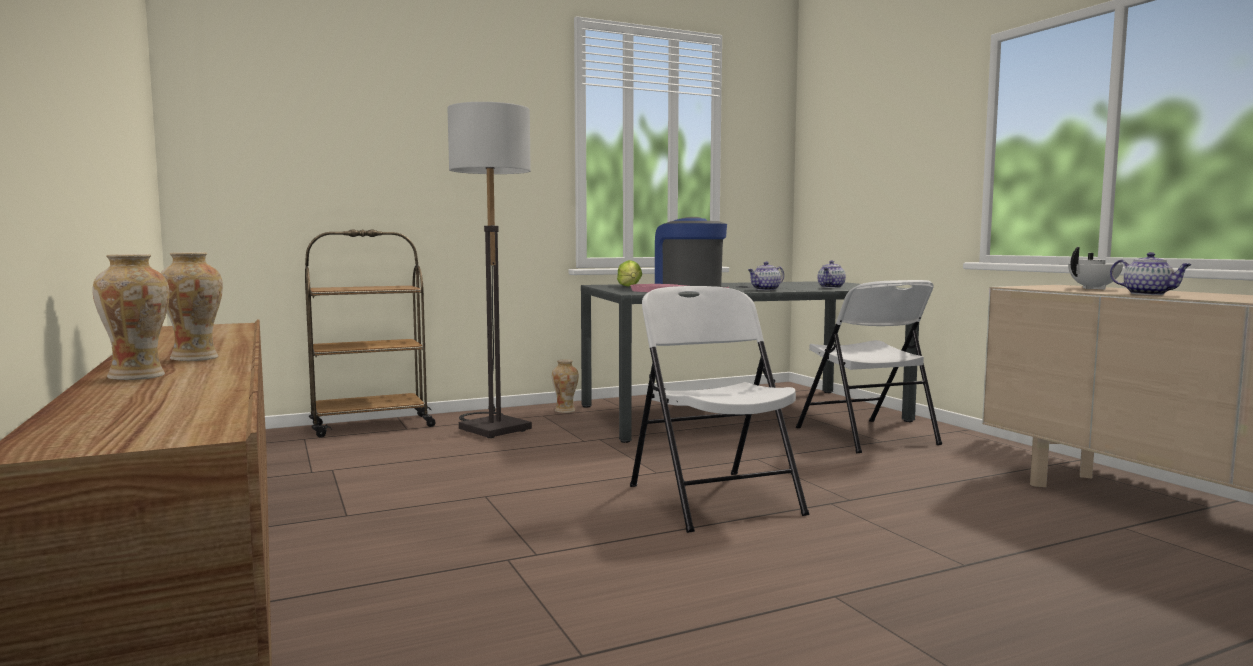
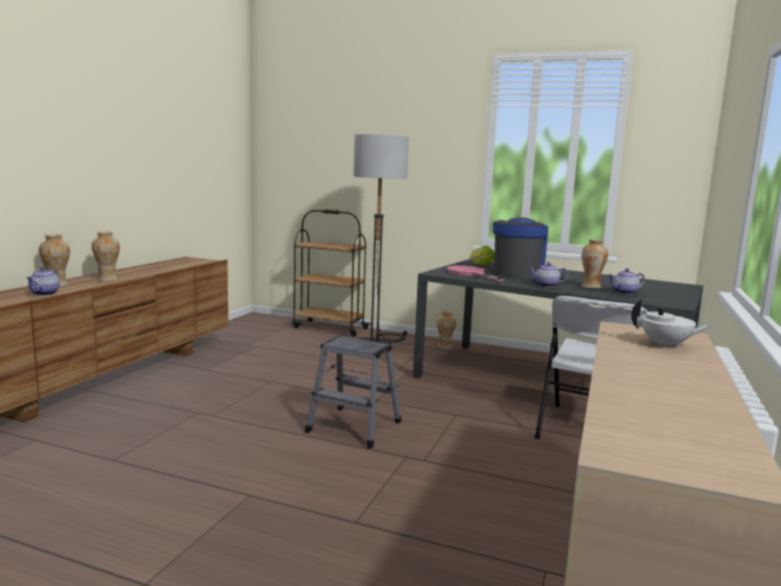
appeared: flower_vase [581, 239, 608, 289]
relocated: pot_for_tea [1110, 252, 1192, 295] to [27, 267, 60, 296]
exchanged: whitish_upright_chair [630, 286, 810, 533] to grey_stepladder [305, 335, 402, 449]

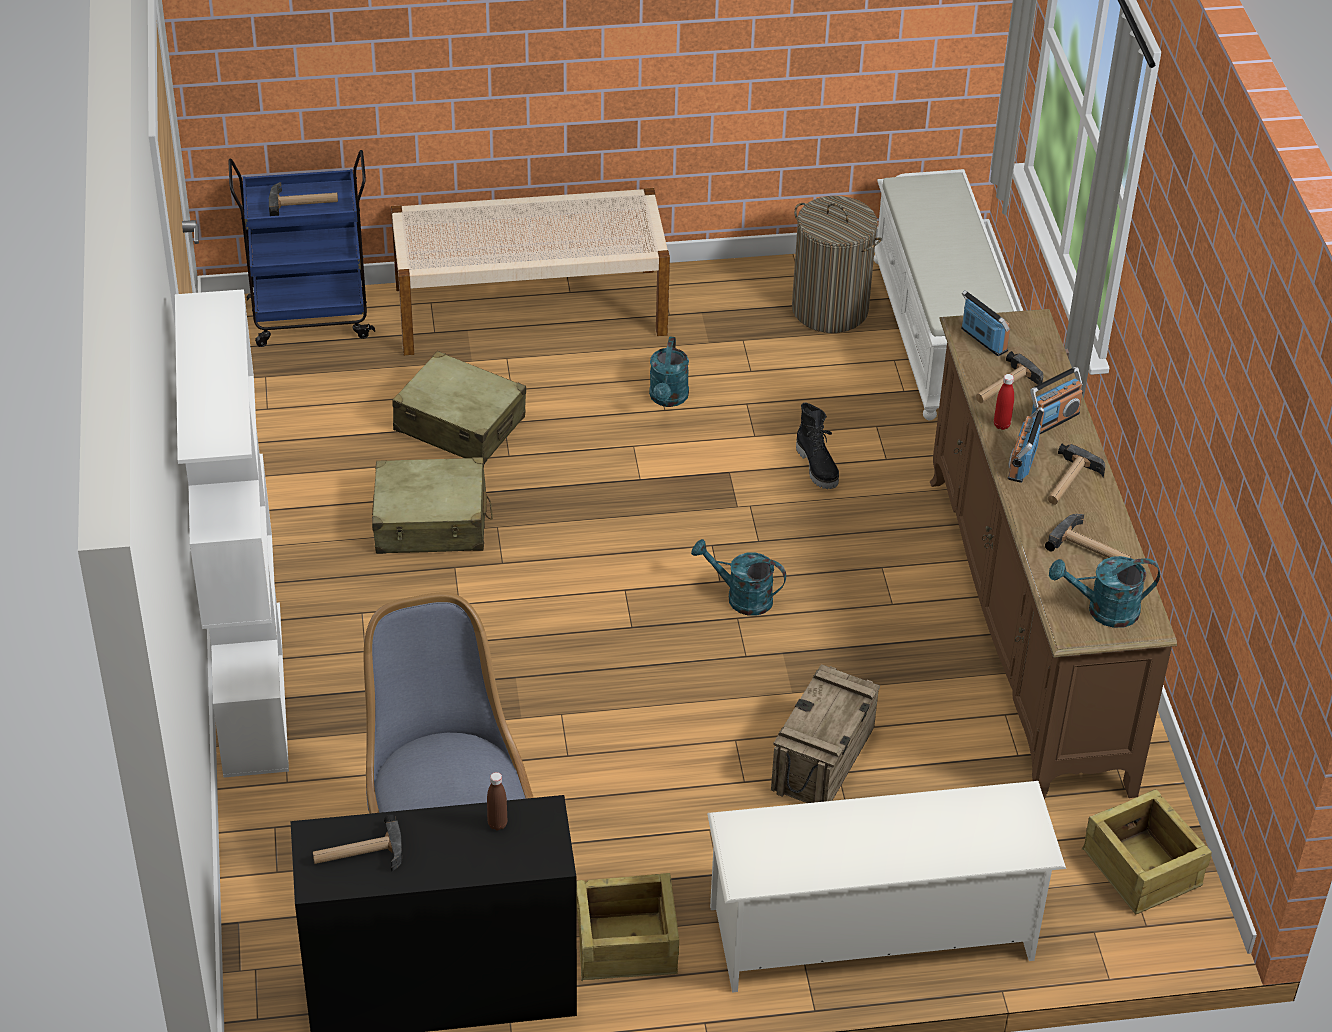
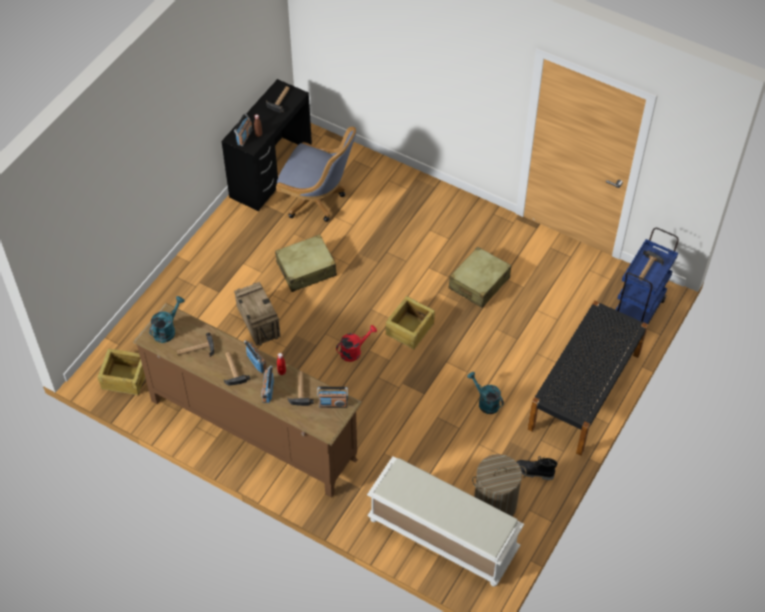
missing: whitish_bookshelf [175, 289, 289, 778]; whitish_shoe_stand [707, 781, 1066, 993]
appeared: radio [234, 113, 253, 146]
relocated: beige_piece_of_luggage [392, 351, 526, 464] to [275, 234, 337, 292]; black_tall_boot [796, 403, 839, 489] to [517, 456, 558, 480]; crate [576, 873, 679, 981] to [386, 296, 435, 349]
colour: beige_bench [391, 188, 670, 356] to black_bench [527, 300, 648, 456]; turquoise_watering_pot [691, 539, 786, 616] to red-coloured_watering_pot [336, 325, 377, 362]

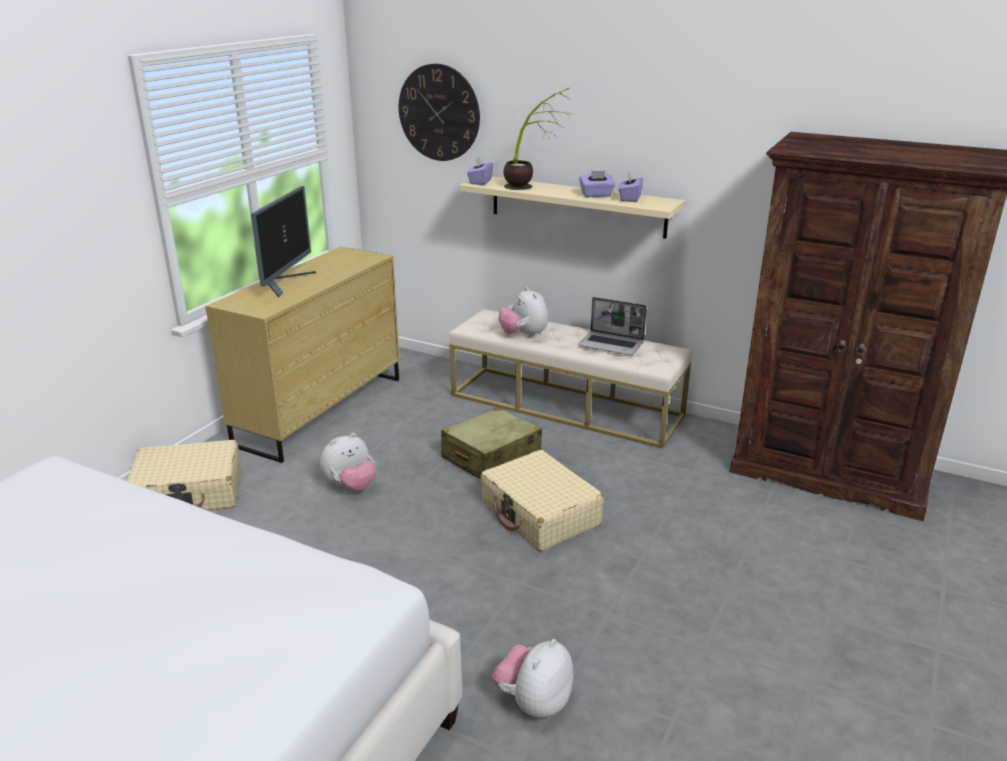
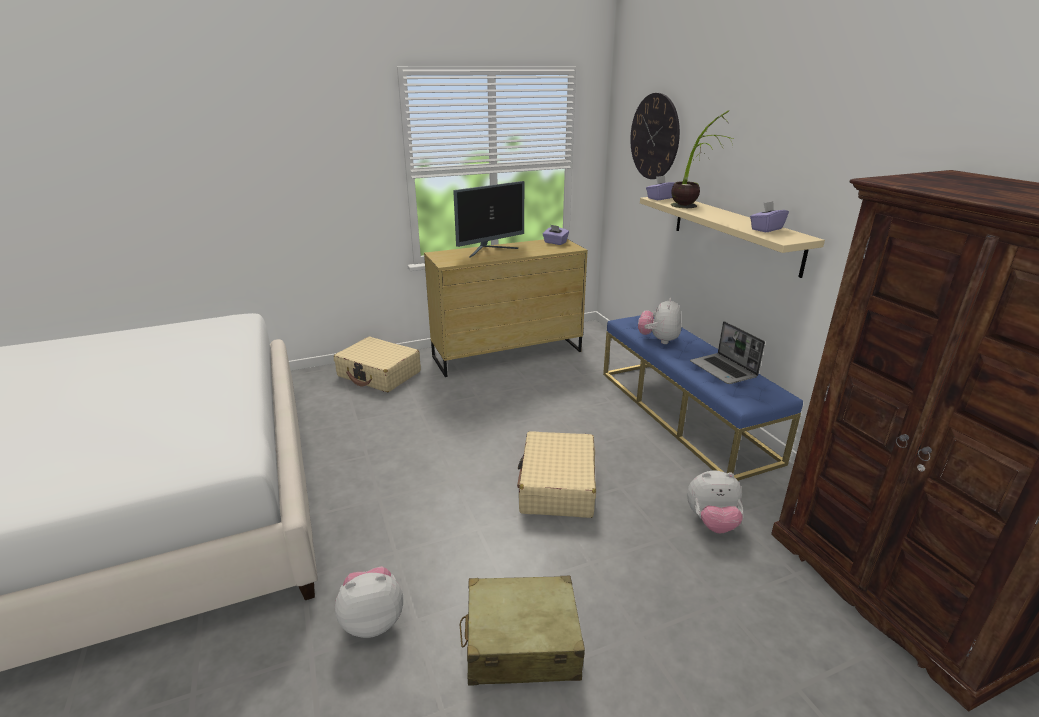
relocated: purple-coloured_box_of_tissues [579, 171, 615, 197] to [542, 224, 569, 245]; beige_piece_of_luggage [441, 407, 542, 479] to [460, 576, 585, 686]; cuddly_toy [320, 433, 376, 491] to [687, 470, 744, 533]
colour: beige_bench [449, 309, 692, 449] to blue_bench [603, 315, 803, 481]

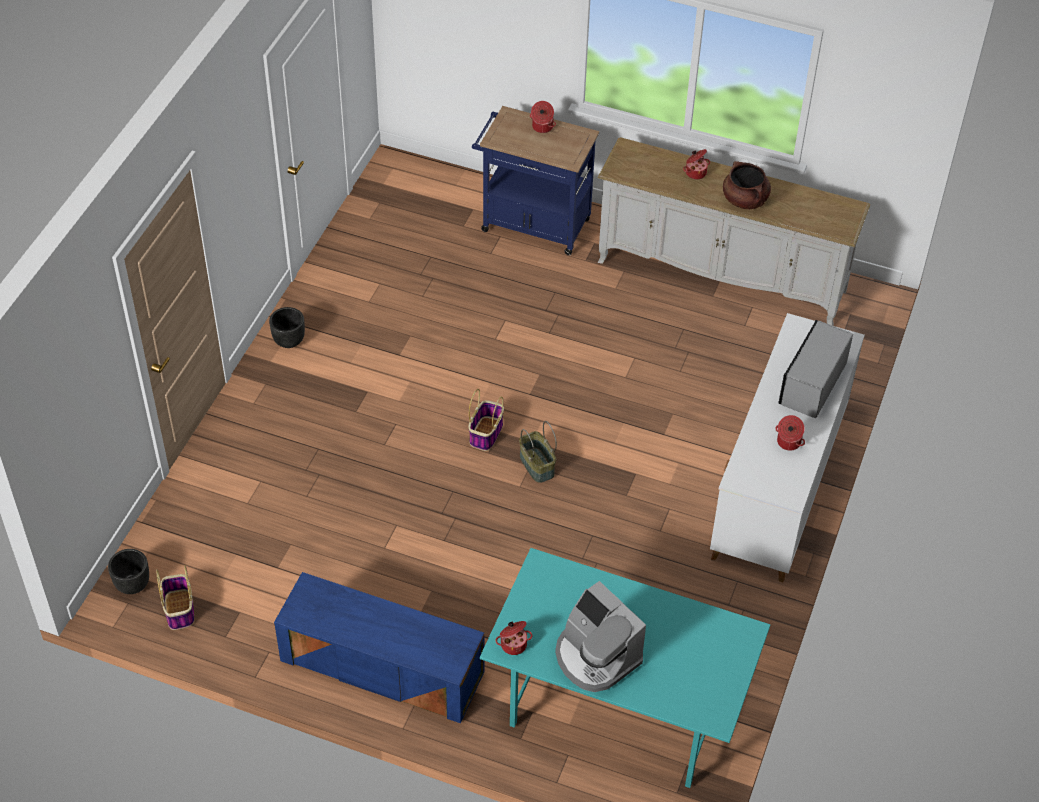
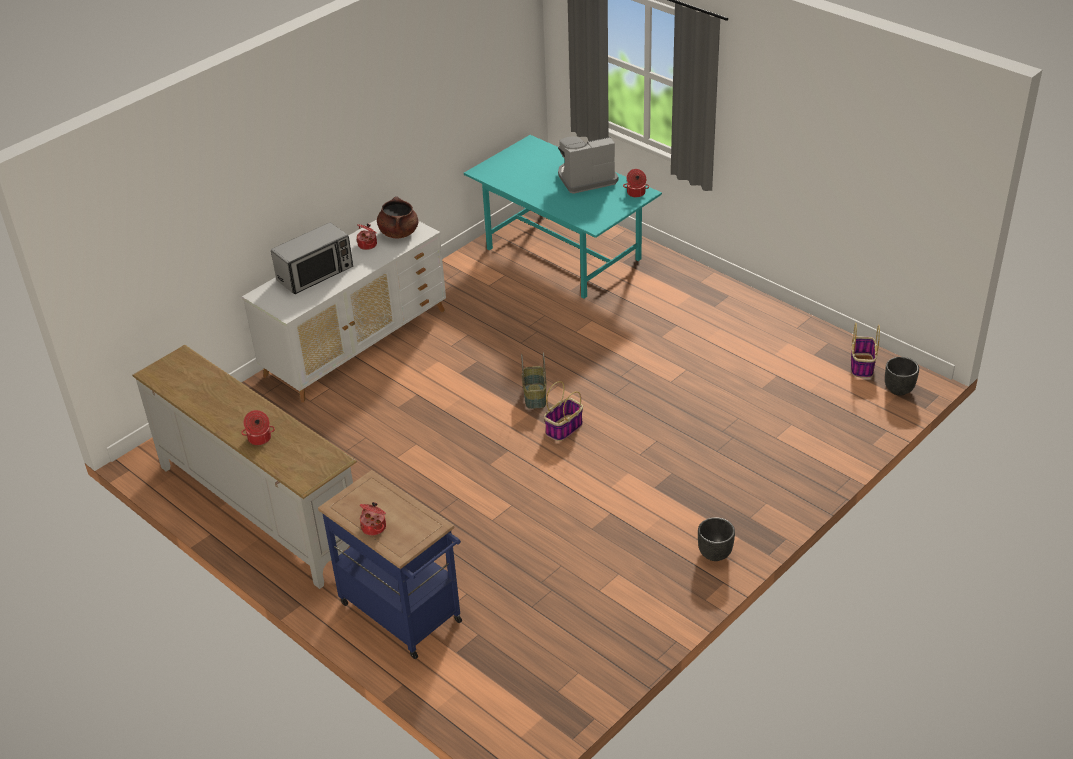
missing: blue_bench [274, 572, 485, 723]
relocated: brown_stockpot [723, 161, 771, 209] to [377, 196, 418, 238]
spun: coffee_maker [555, 581, 646, 692] = [558, 136, 619, 194] 90 degrees counterclockwise

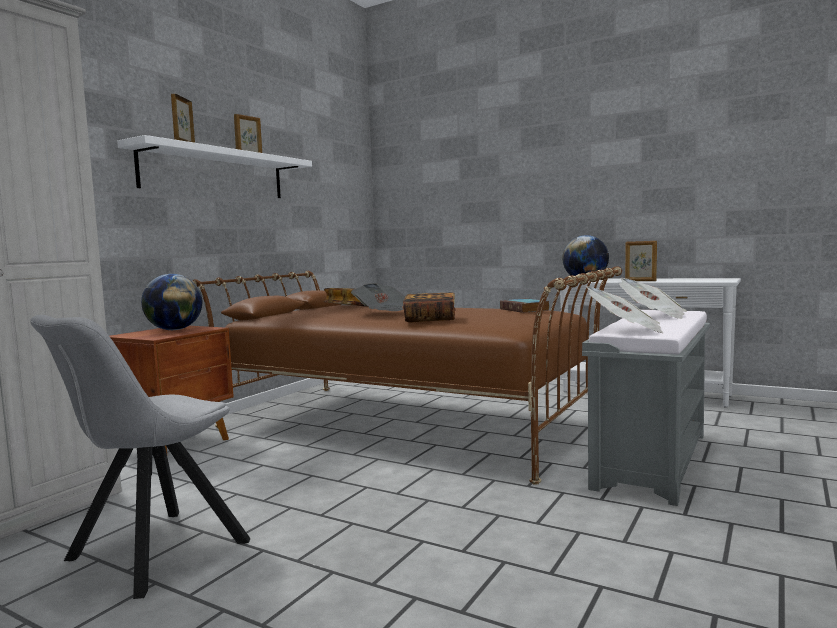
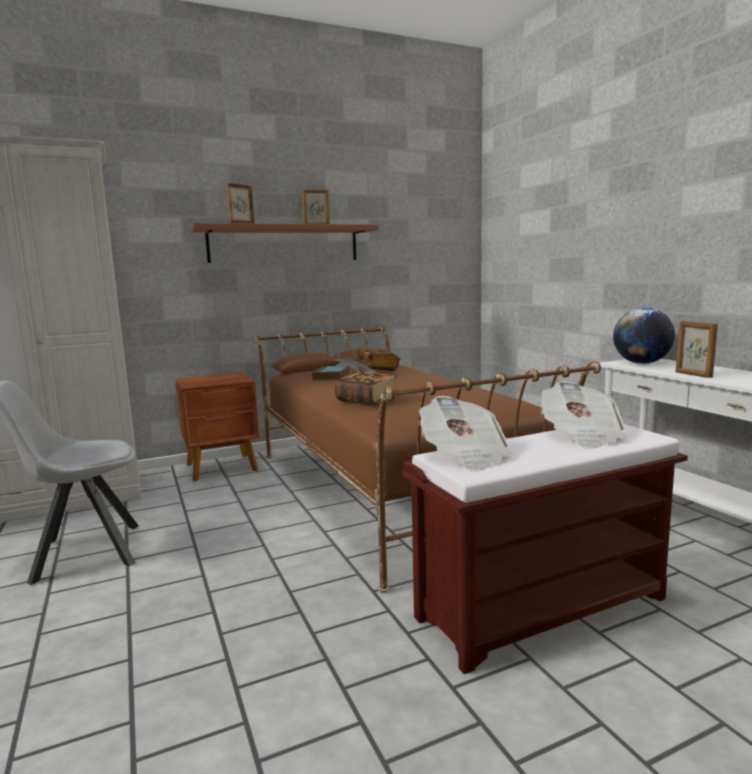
missing: world_globe [141, 274, 202, 330]
relocated: book [500, 299, 549, 313] to [312, 366, 349, 380]
colour: whitish_wall_shelf [117, 135, 312, 198] to brown_wall_shelf [191, 223, 378, 263]; grey_bench [582, 310, 710, 506] to brown_bench [402, 424, 688, 674]

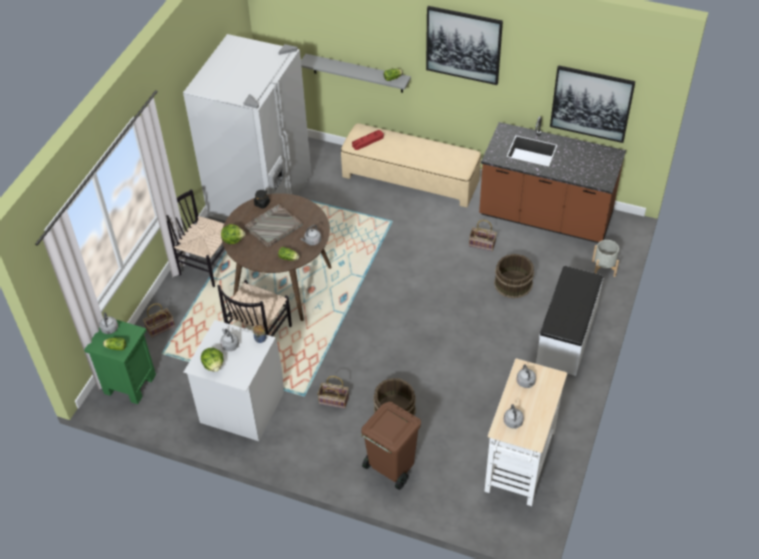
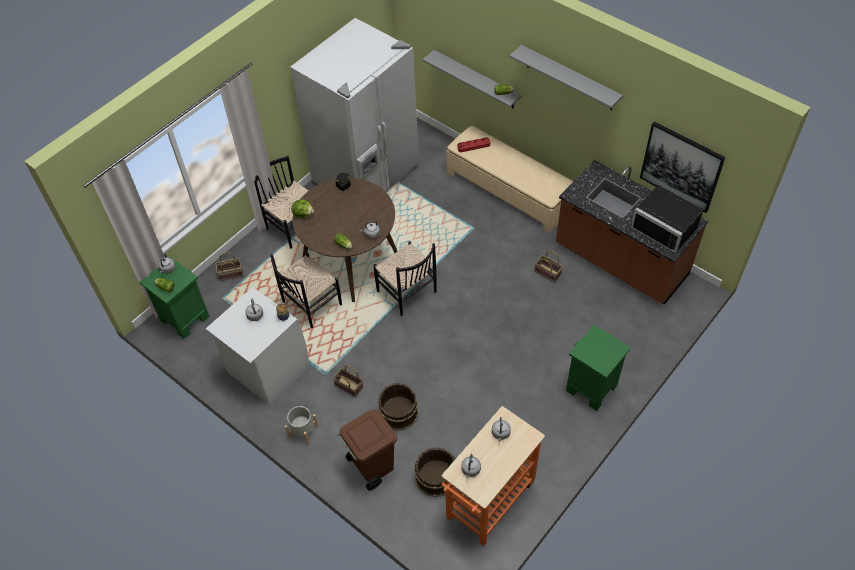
missing: grey_serving_tray [244, 204, 303, 248]; lettuce [201, 348, 224, 372]
appeared: black_microwave_oven [631, 185, 703, 253]; black_upright_chair [374, 241, 437, 316]
relocated: grey_flower_pot [592, 240, 619, 277] to [285, 406, 319, 445]; brown_pail [494, 254, 534, 298] to [414, 447, 456, 497]
exchanged: wall_picture [426, 6, 503, 85] to grey_wall_shelf [510, 45, 623, 110]; whitish_bench [536, 266, 603, 376] to greenish_nightstand [566, 325, 631, 411]
colour: whitish_trolley [484, 359, 567, 506] to orange_trolley [442, 406, 545, 546]

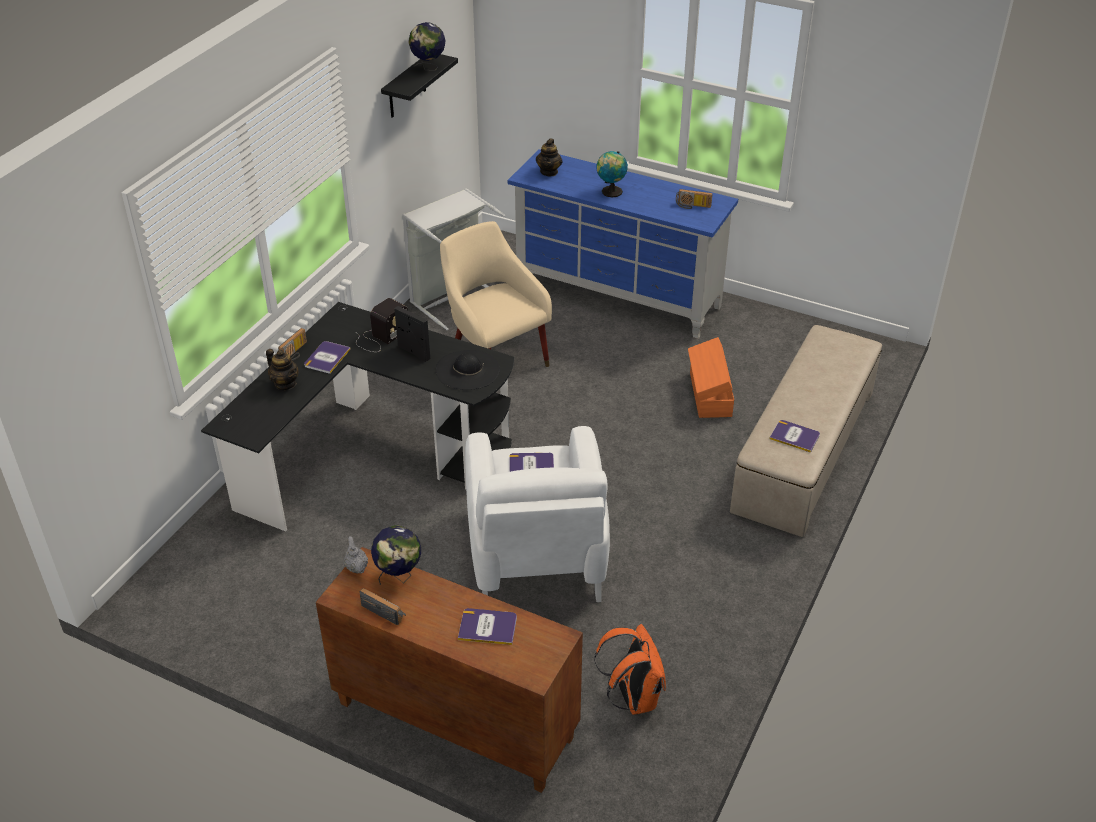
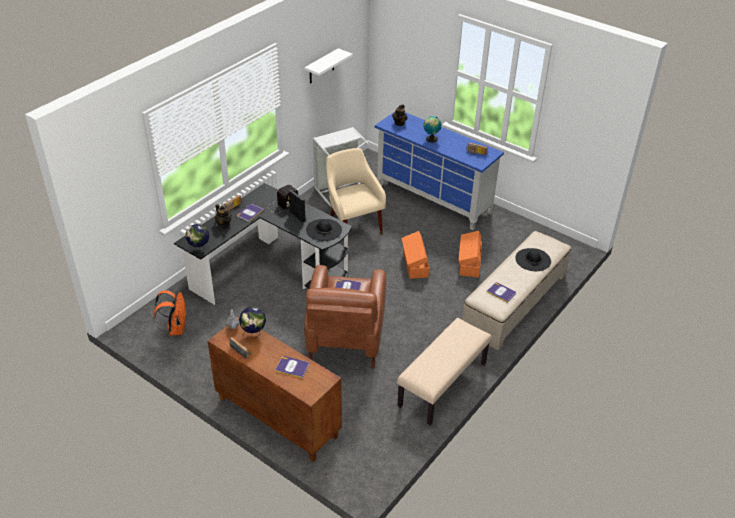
appeared: orange_storage_container [402, 231, 429, 279]; black_wearable_hat [515, 248, 551, 271]; beige_bench [397, 318, 492, 425]
relocated: world_globe [408, 22, 446, 71] to [186, 224, 209, 252]; orange_knapsack [594, 624, 666, 715] to [153, 290, 186, 336]
colour: black_wall_shelf [381, 54, 458, 118] to whitish_wall_shelf [304, 48, 353, 84]; whitish_easy_chair [465, 426, 610, 602] to brown_easy_chair [304, 265, 387, 368]

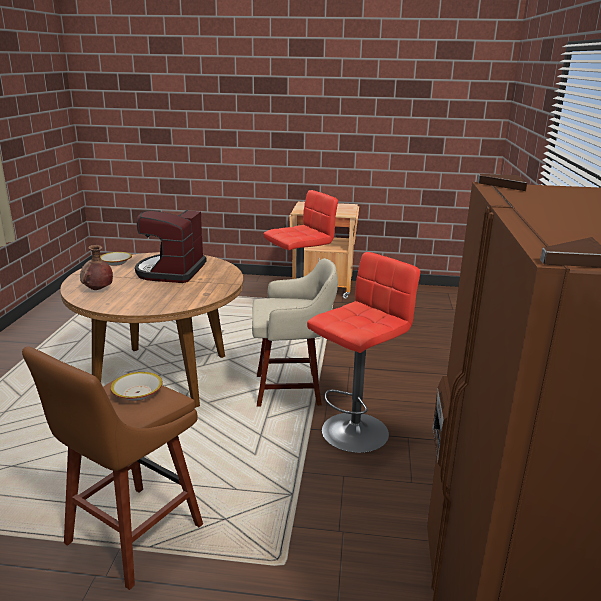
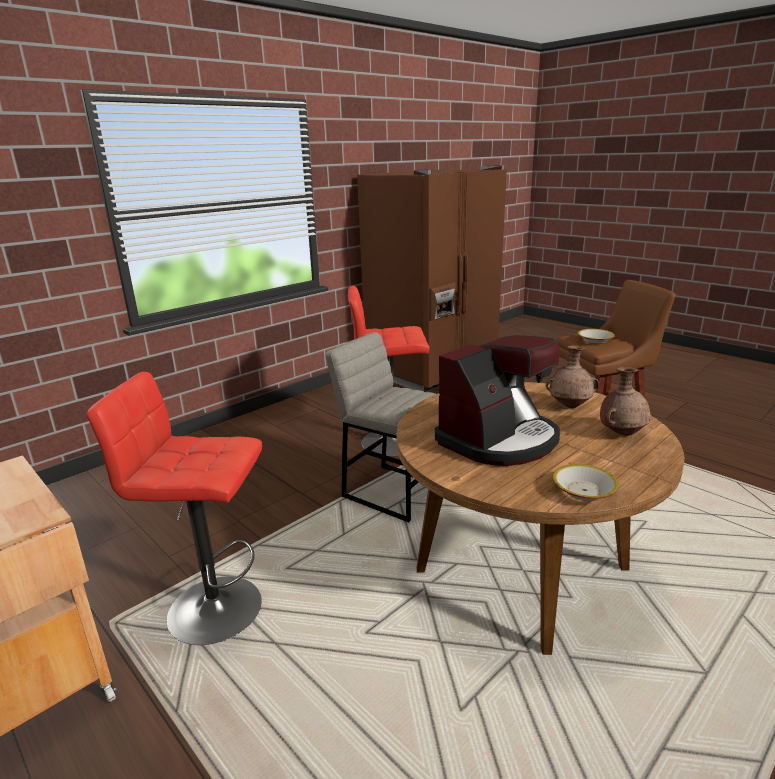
appeared: brown_flower_vase [546, 345, 599, 408]
exchanged: beige_sitting_stool [252, 258, 338, 406] to grey_upright_chair [326, 332, 435, 522]

